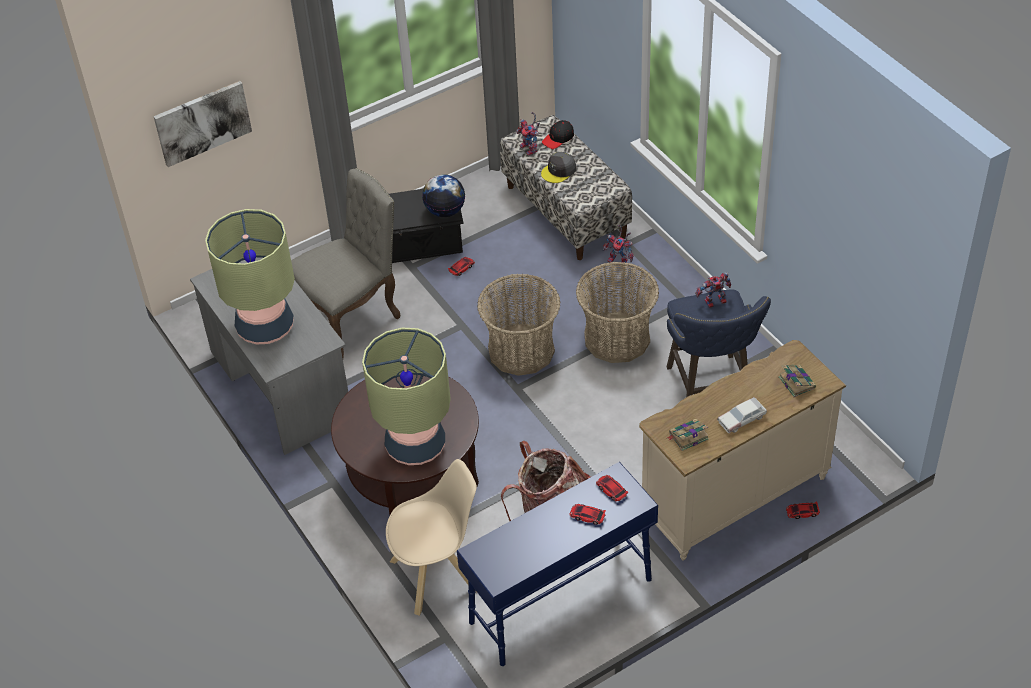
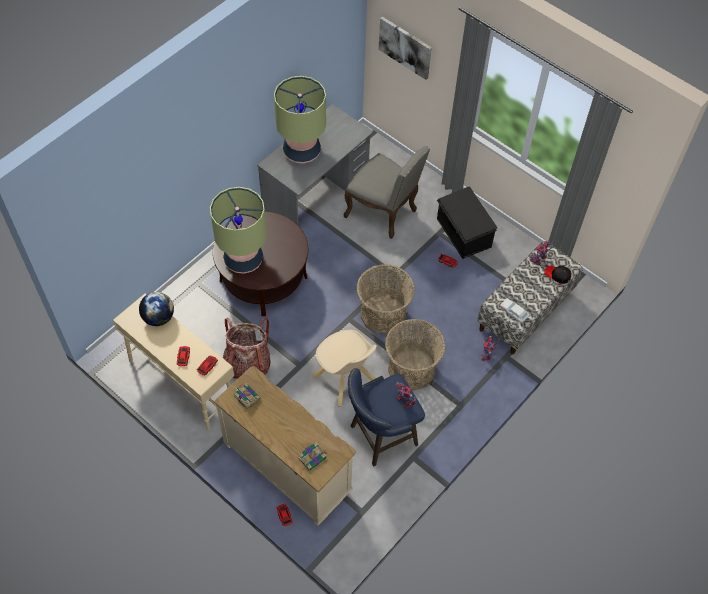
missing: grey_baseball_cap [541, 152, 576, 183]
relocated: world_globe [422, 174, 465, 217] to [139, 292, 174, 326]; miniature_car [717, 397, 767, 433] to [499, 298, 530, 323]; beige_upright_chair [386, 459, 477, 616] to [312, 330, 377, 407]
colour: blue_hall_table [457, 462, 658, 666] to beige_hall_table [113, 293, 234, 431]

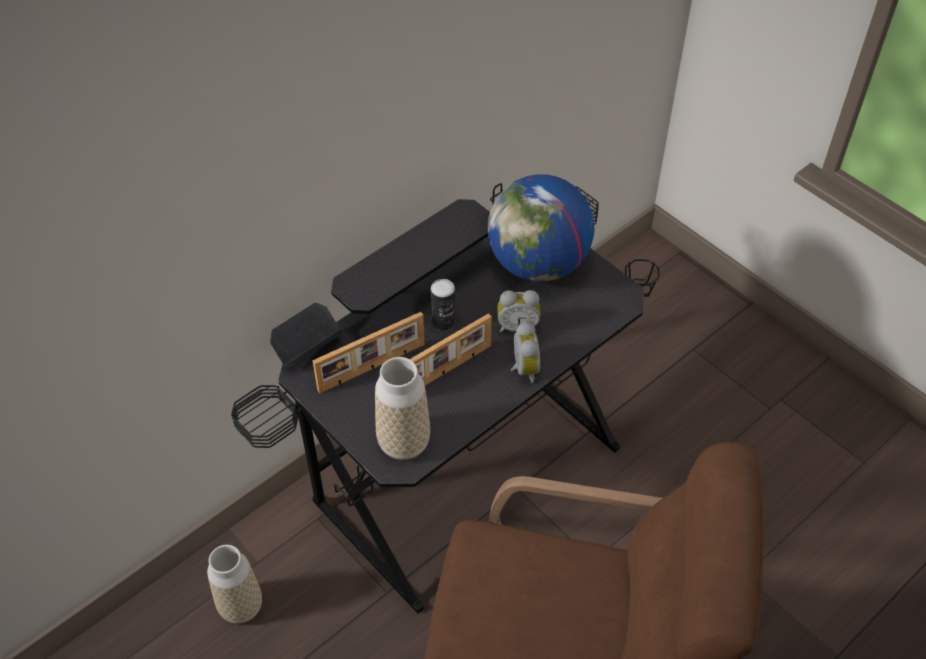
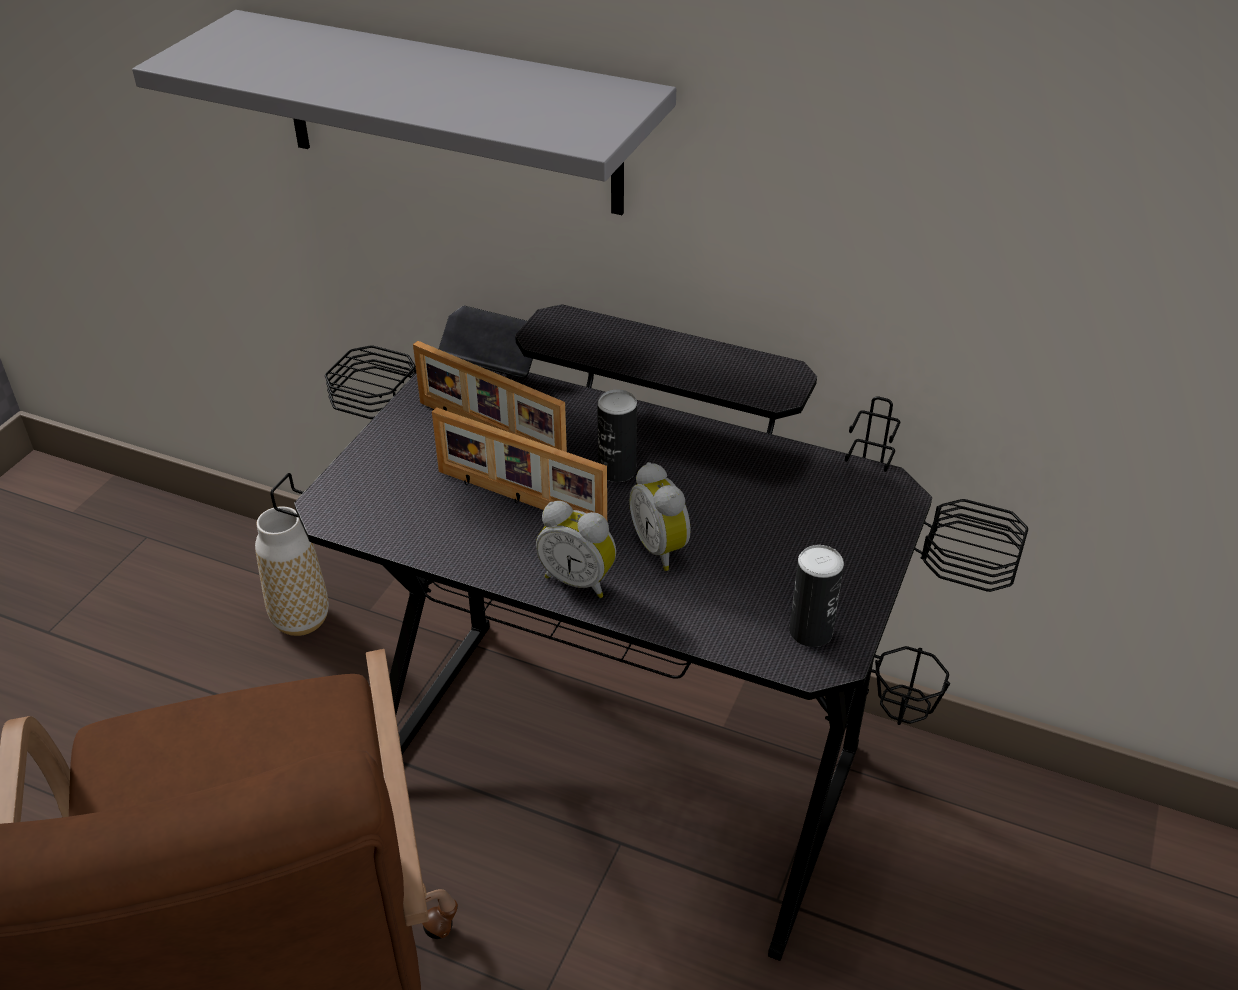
missing: world_globe [488, 174, 594, 282]; flower_vase [375, 357, 430, 460]
appeared: grey_wall_shelf [132, 10, 676, 215]; sealed_can [789, 545, 844, 647]
spun: bedside_clock [511, 322, 540, 383] = [536, 501, 616, 598] 60 degrees clockwise

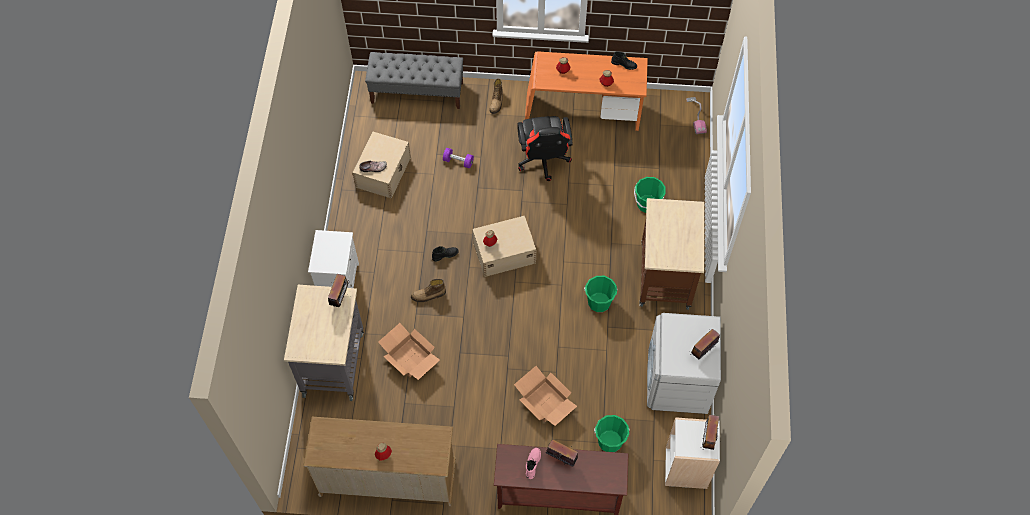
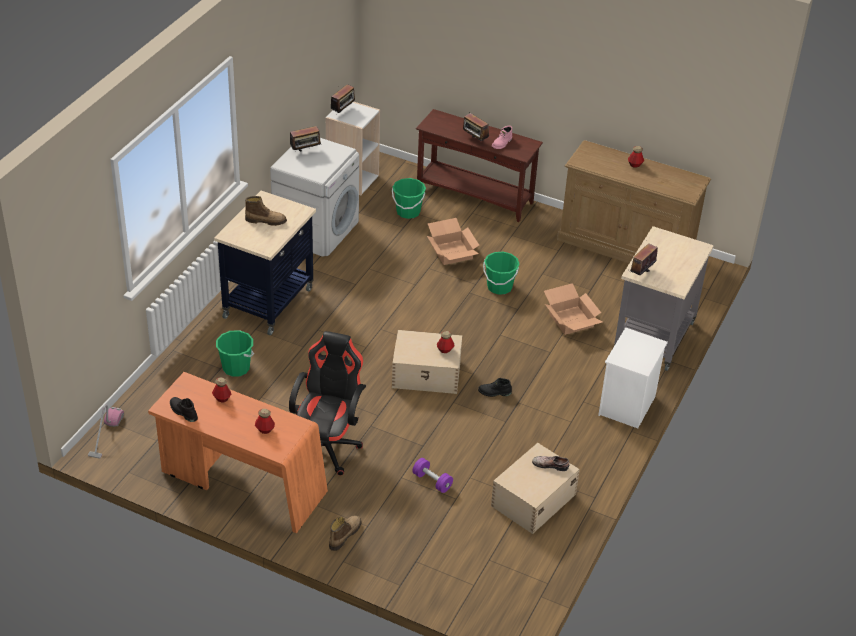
missing: grey_bench [365, 52, 463, 109]
relocated: greenish_pail [584, 276, 617, 312] to [483, 252, 520, 295]; tall_boot [411, 279, 446, 302] to [245, 196, 287, 226]
colour: brown_trolley [639, 198, 704, 310] to blue_trolley [214, 191, 316, 335]

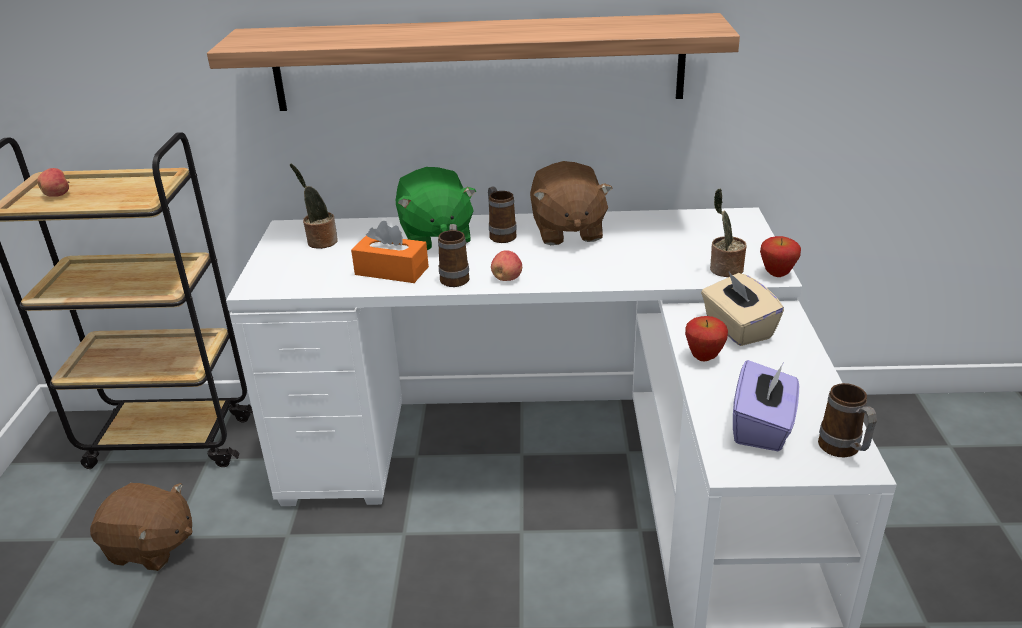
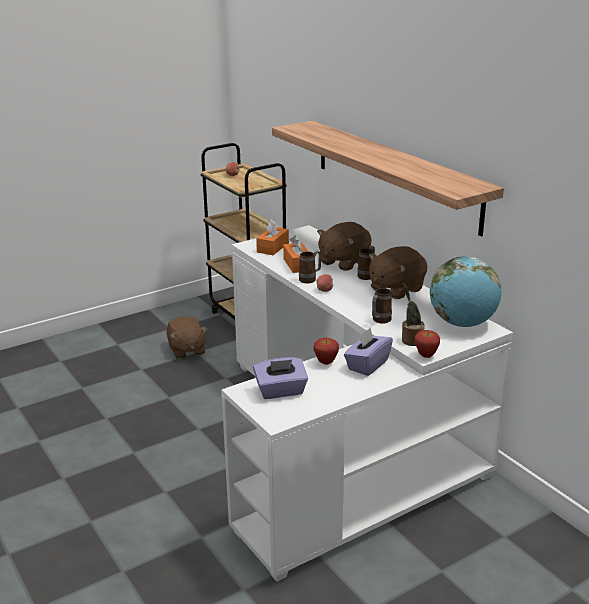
missing: potted_plant [290, 164, 338, 249]
appeared: orange_box_of_tissues [256, 219, 289, 255]; world_globe [430, 257, 501, 327]
relocated: coffee_mug [818, 383, 877, 458] to [372, 288, 392, 324]
colour: greenish_cuddly_toy [396, 167, 476, 251] to brown_cuddly_toy [317, 222, 372, 271]; beige_box_of_tissues [701, 272, 784, 346] to purple-coloured_box_of_tissues [344, 327, 393, 376]

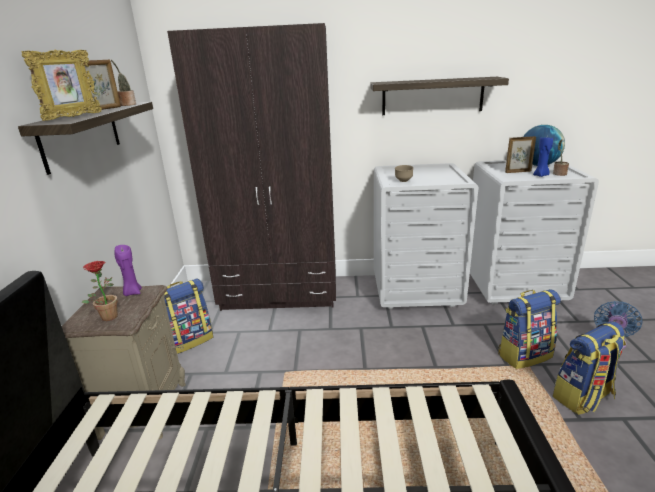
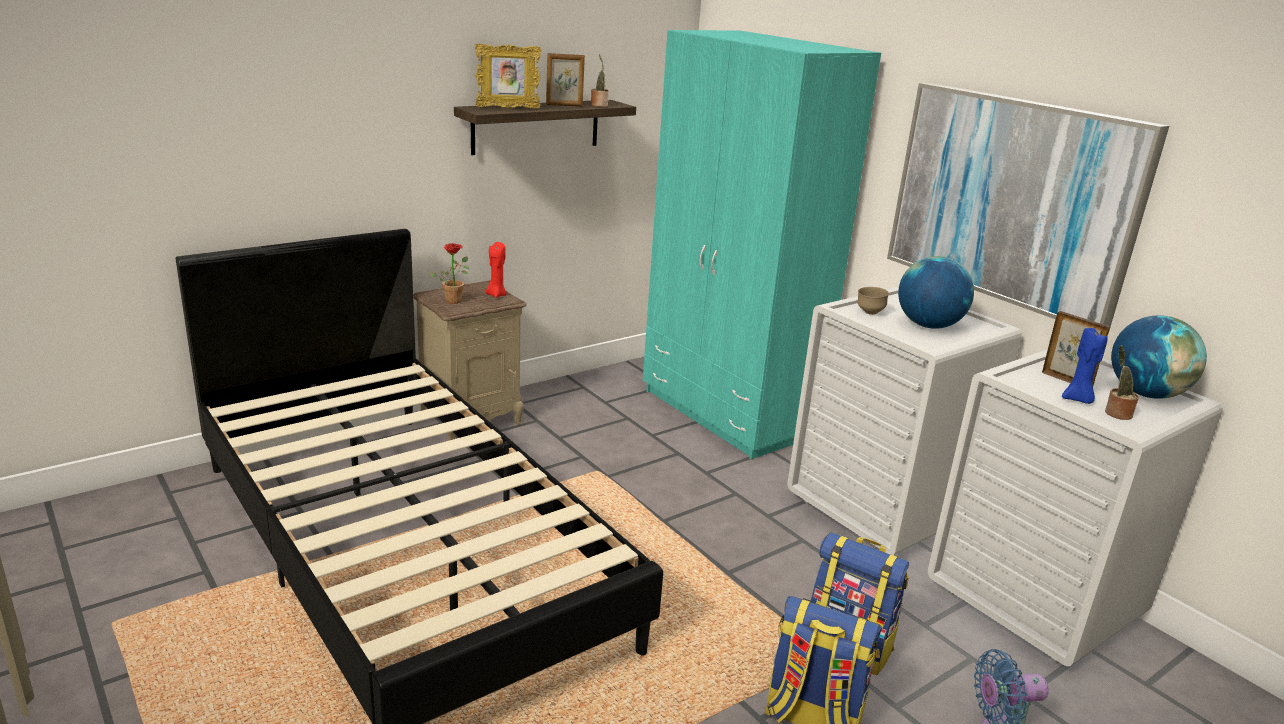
missing: knapsack [164, 278, 213, 354]
appeared: world_globe [898, 256, 974, 329]
exchanged: wall_shelf [370, 77, 509, 115] to wall_picture [887, 83, 1169, 330]
colour: brown_wardrobe [167, 23, 336, 311] to turquoise_wardrobe [643, 30, 881, 459]; purple-coloured_wax_candle [114, 245, 142, 296] to red-coloured_wax_candle [486, 242, 507, 298]

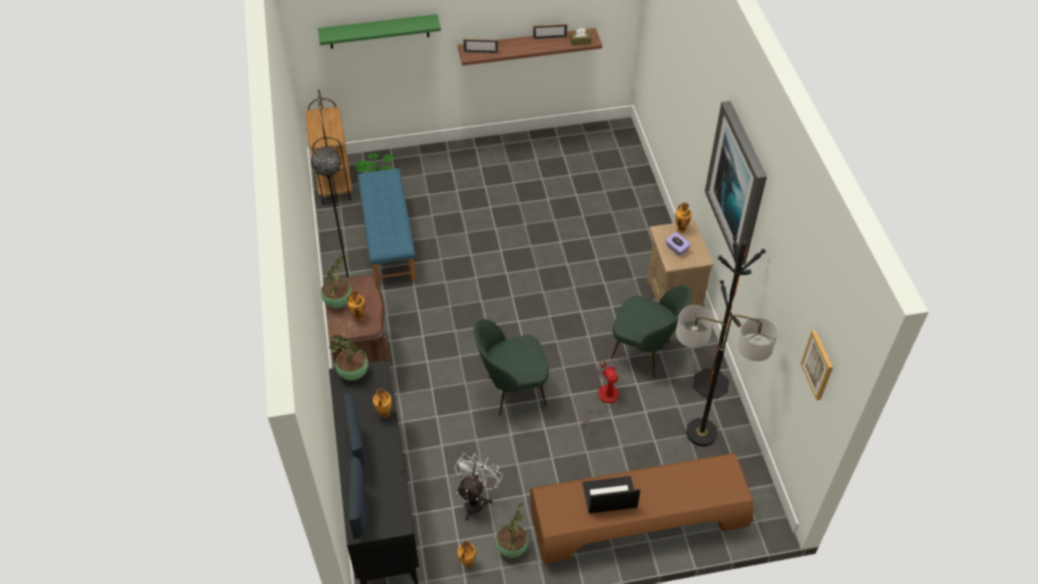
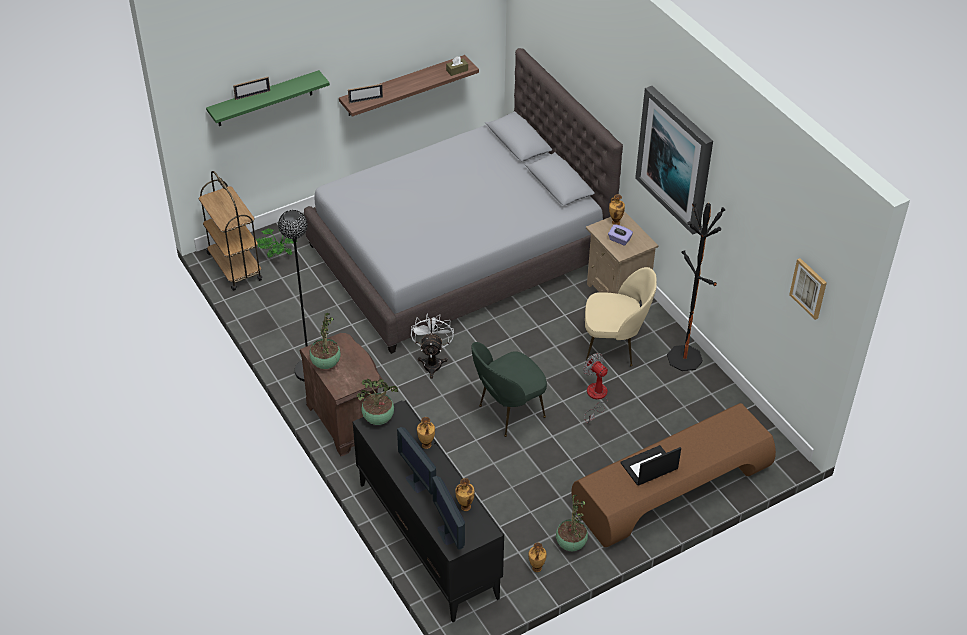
missing: blue_bench [358, 169, 415, 286]; floor_lamp [676, 305, 777, 446]
appeared: grey_bedroom_bed [304, 48, 623, 354]
relocated: photo_frame [533, 24, 567, 39] to [233, 77, 270, 100]; flower_vase [347, 290, 365, 321] to [455, 478, 475, 511]; whitish_cooling_fan [455, 453, 503, 520] to [411, 313, 454, 379]
colour: greenish_upright_chair [611, 285, 692, 378] to beige_upright_chair [585, 267, 657, 366]

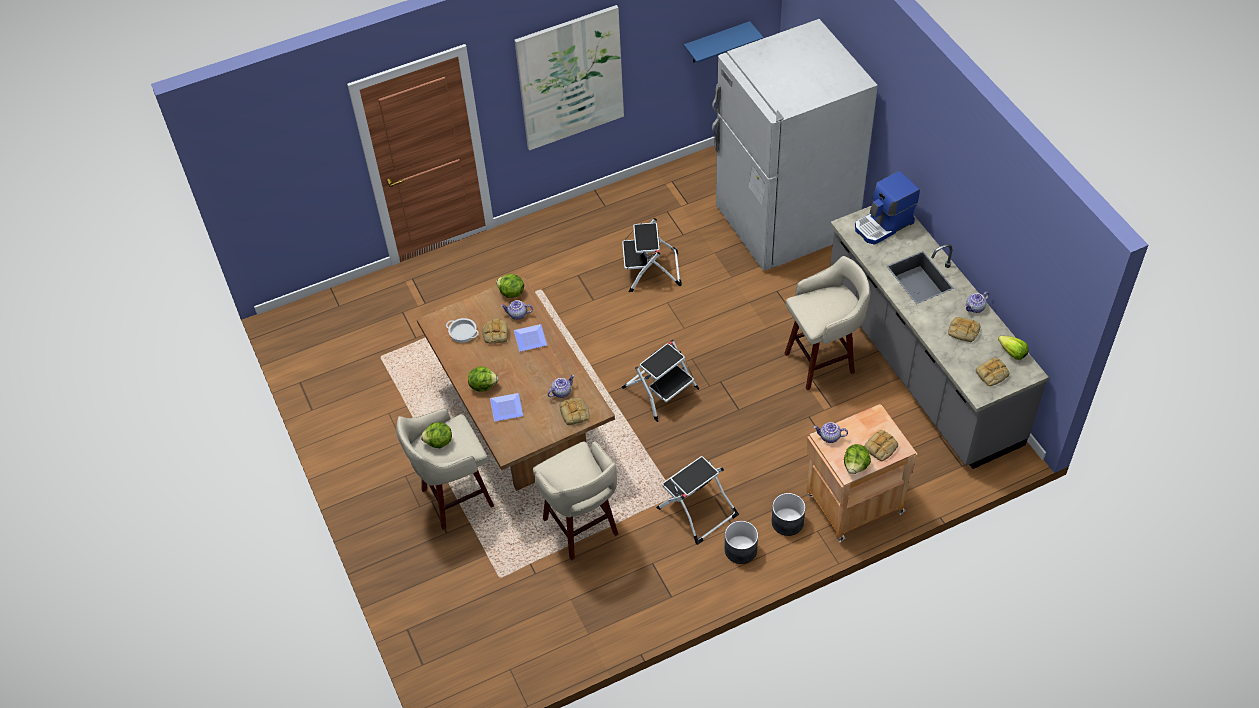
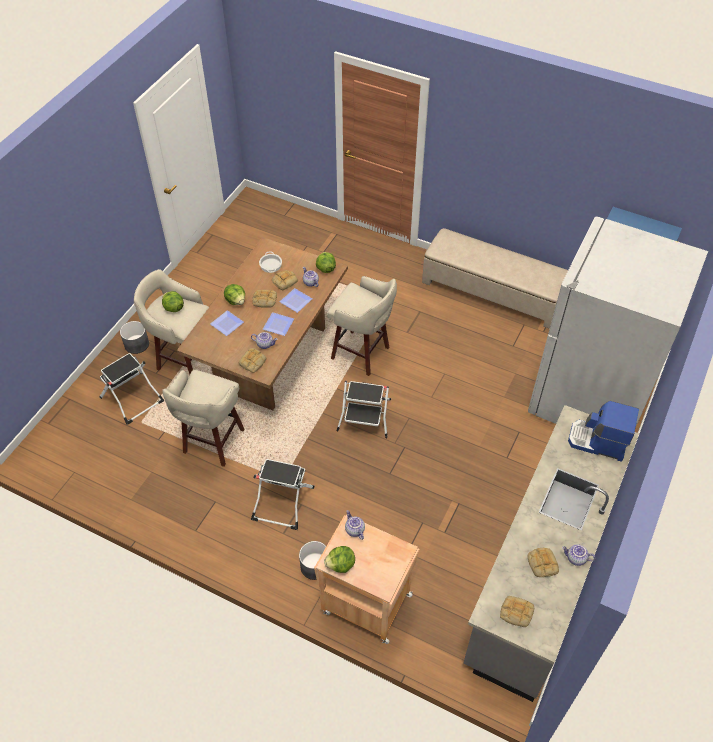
missing: wall_picture [514, 5, 624, 151]; lettuce [998, 336, 1029, 360]
appeared: beige_bench [422, 228, 568, 329]; flat_dish [263, 312, 294, 336]
relocated: stepladder [622, 218, 682, 292] to [99, 353, 164, 425]; beige_sitting_stool [784, 256, 870, 390] to [327, 276, 397, 376]; bread [864, 430, 898, 461] to [252, 290, 277, 308]; grey_flower_pot [724, 521, 758, 564] to [120, 321, 149, 354]

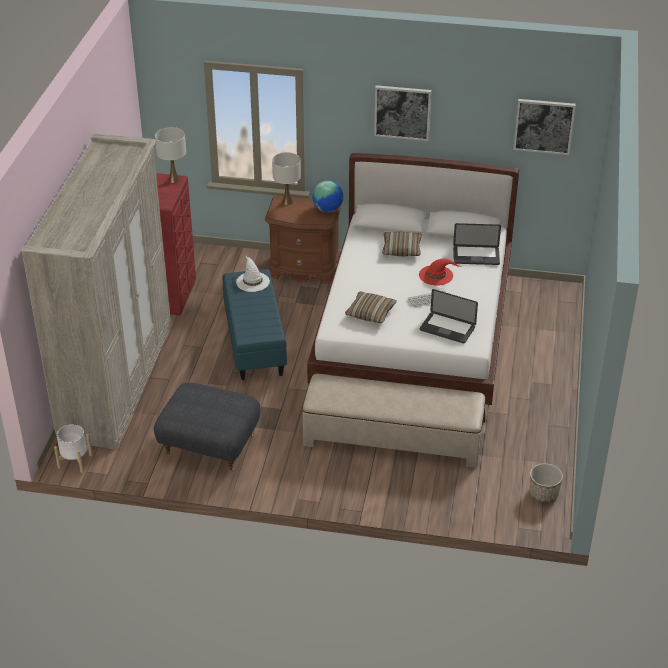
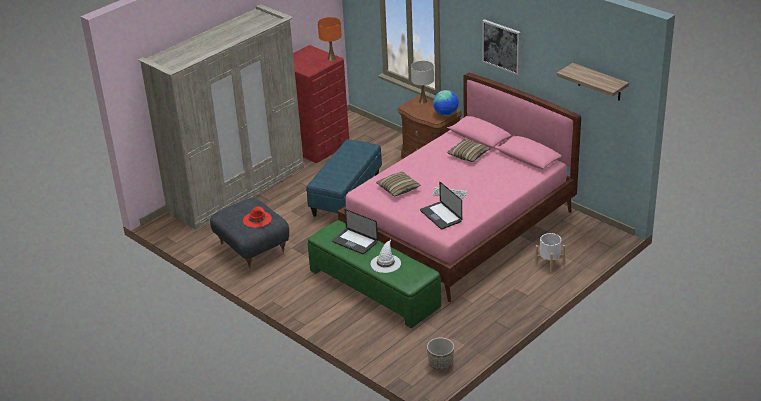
relocated: laptop [453, 223, 501, 265] to [332, 209, 378, 254]; whitish_wearable_hat [236, 256, 270, 292] to [371, 240, 401, 273]; red-coloured_wearable_hat [419, 259, 460, 286] to [243, 206, 272, 228]; whitish_flower_pot [54, 424, 92, 473] to [535, 233, 565, 272]
exchanged: wall_picture [513, 99, 576, 155] to wall_shelf [557, 63, 629, 101]
colour: whitish_table_lamp [155, 127, 186, 183] to orange_table_lamp [318, 17, 342, 61]; whitish_bedroom_bed [307, 153, 519, 423] to pinkish_bedroom_bed [338, 72, 581, 302]; beige_bench [303, 374, 486, 468] to greenish_bench [308, 220, 441, 328]

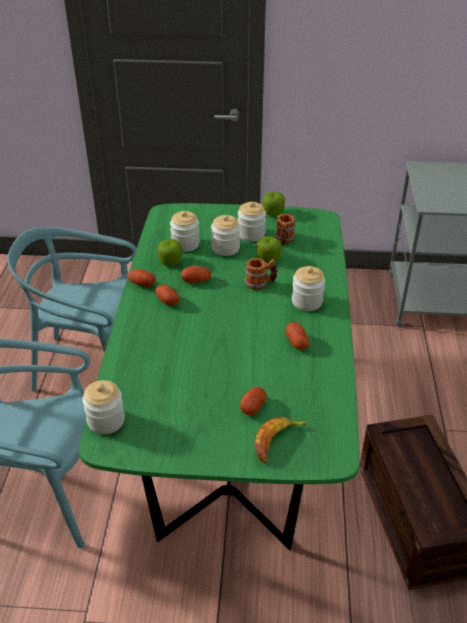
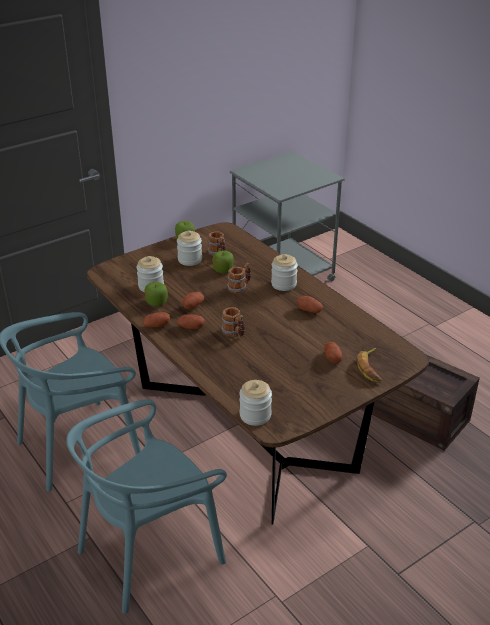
missing: preserve_jar [211, 215, 240, 256]
appeared: coffee_mug [221, 307, 245, 337]
colour: greenish_kitchen_table [79, 203, 360, 550] to brown_kitchen_table [87, 222, 429, 524]

